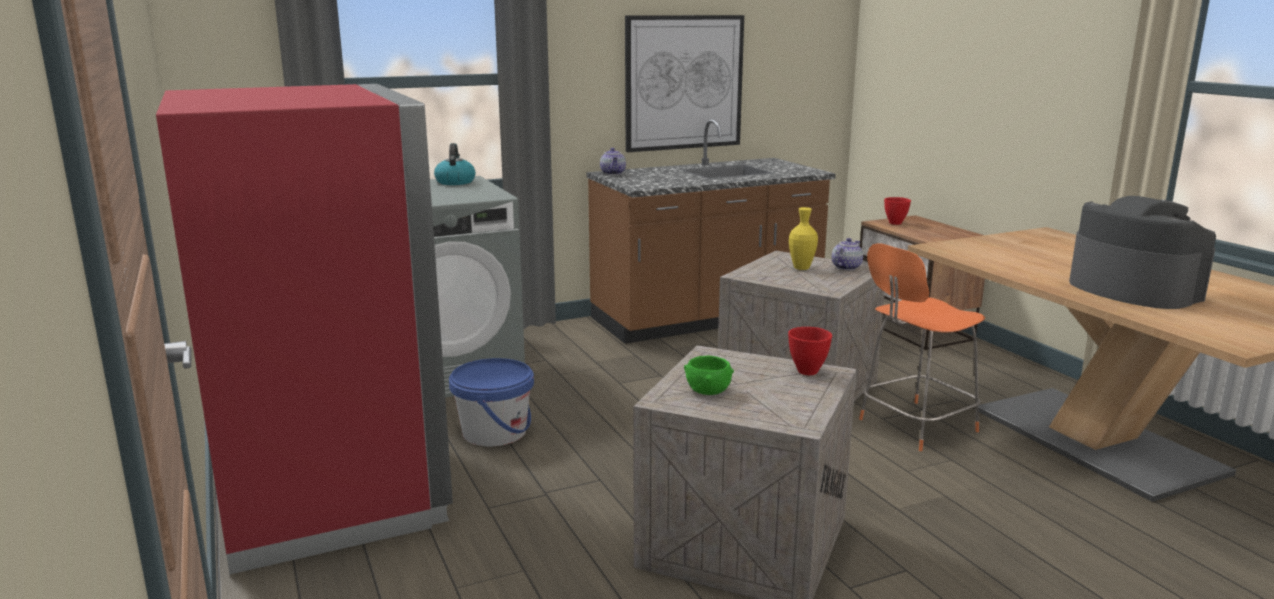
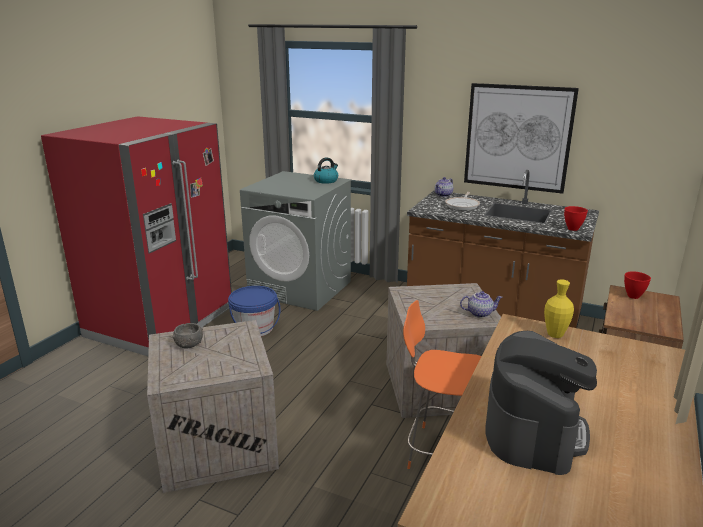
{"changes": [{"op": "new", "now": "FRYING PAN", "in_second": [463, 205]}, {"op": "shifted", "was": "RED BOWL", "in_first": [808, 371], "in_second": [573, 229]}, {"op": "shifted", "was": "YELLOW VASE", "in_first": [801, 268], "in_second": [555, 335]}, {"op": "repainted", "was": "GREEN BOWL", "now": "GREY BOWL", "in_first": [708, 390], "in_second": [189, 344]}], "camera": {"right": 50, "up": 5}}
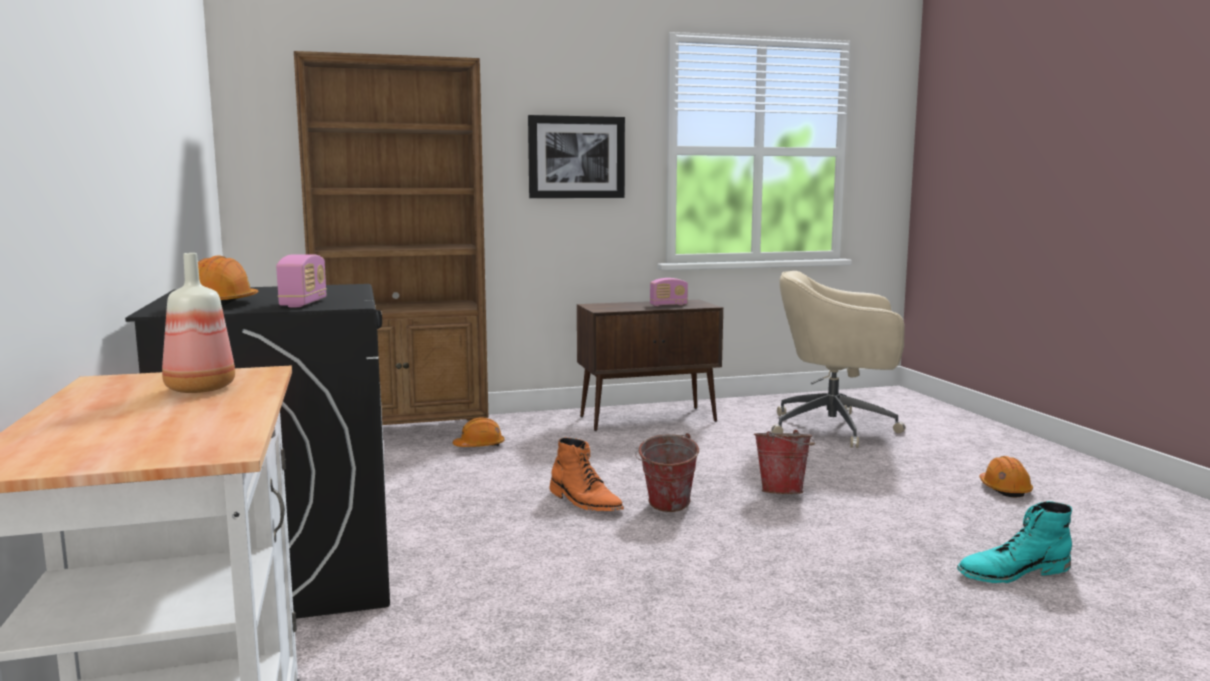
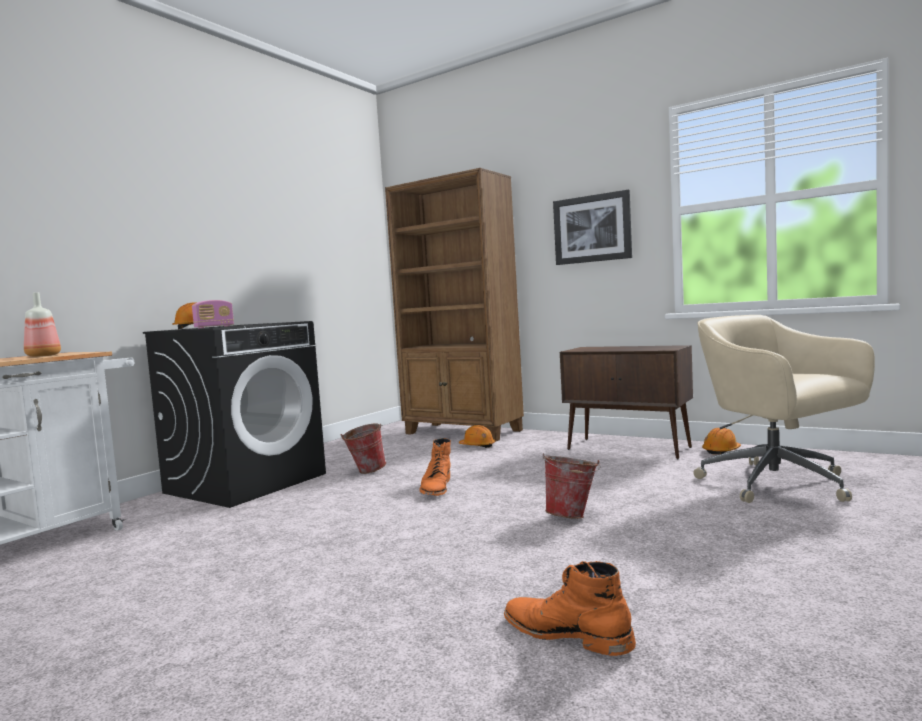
{"changes": [{"op": "gone", "was": "RADIO", "in_first": [668, 305]}, {"op": "shifted", "was": "BUCKET", "in_first": [666, 508], "in_second": [365, 471]}, {"op": "shifted", "was": "ORANGE HARD HAT", "in_first": [1004, 489], "in_second": [721, 451]}, {"op": "repainted", "was": "TURQUOISE BOOT", "now": "ORANGE BOOT", "in_first": [1012, 572], "in_second": [566, 634]}], "camera": {"right": 50, "up": -5}}
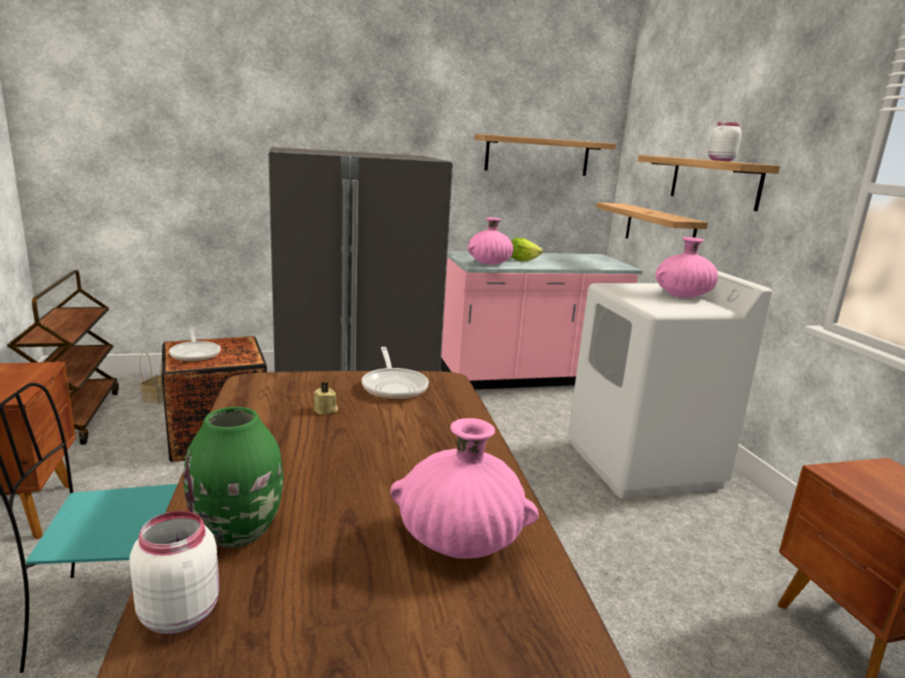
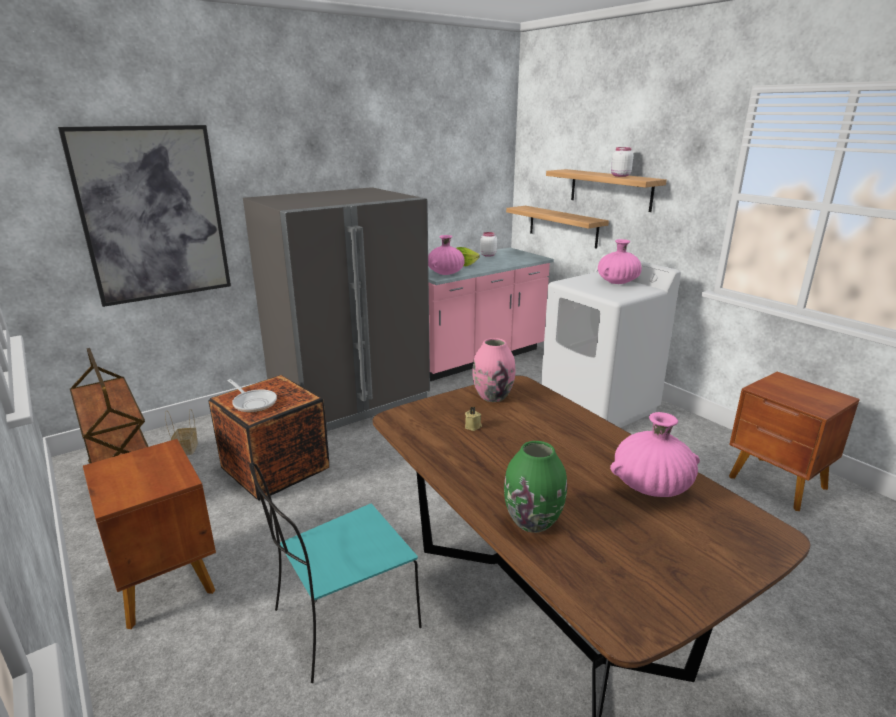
{"changes": [{"op": "gone", "was": "SHELF", "in_first": [537, 156]}, {"op": "new", "now": "PICTURE", "in_second": [153, 214]}, {"op": "shifted", "was": "WHITE JAR", "in_first": [180, 612], "in_second": [487, 255]}, {"op": "swapped", "was": "FRYING PAN", "now": "PINK VASE", "in_first": [394, 386], "in_second": [493, 396]}], "camera": {"right": -20, "up": 5}}
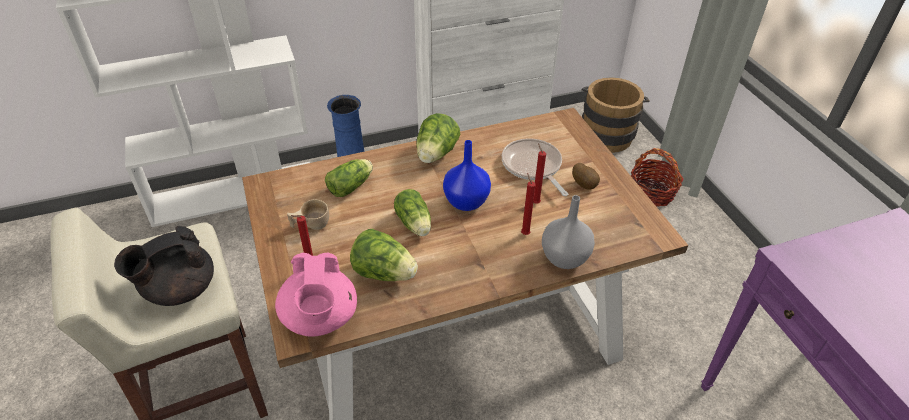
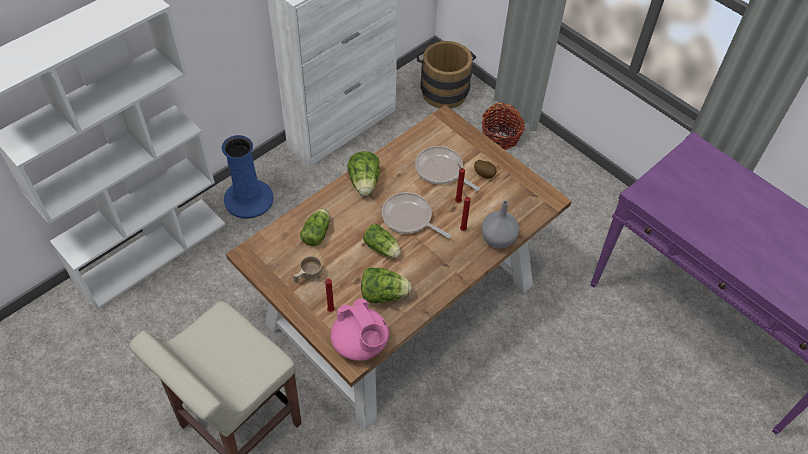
{"changes": [{"op": "gone", "was": "BLACK TEAPOT", "in_first": [179, 289]}, {"op": "swapped", "was": "BLUE VASE", "now": "FRYING PAN", "in_first": [466, 203], "in_second": [409, 218]}], "camera": {"right": -25, "up": 10}}
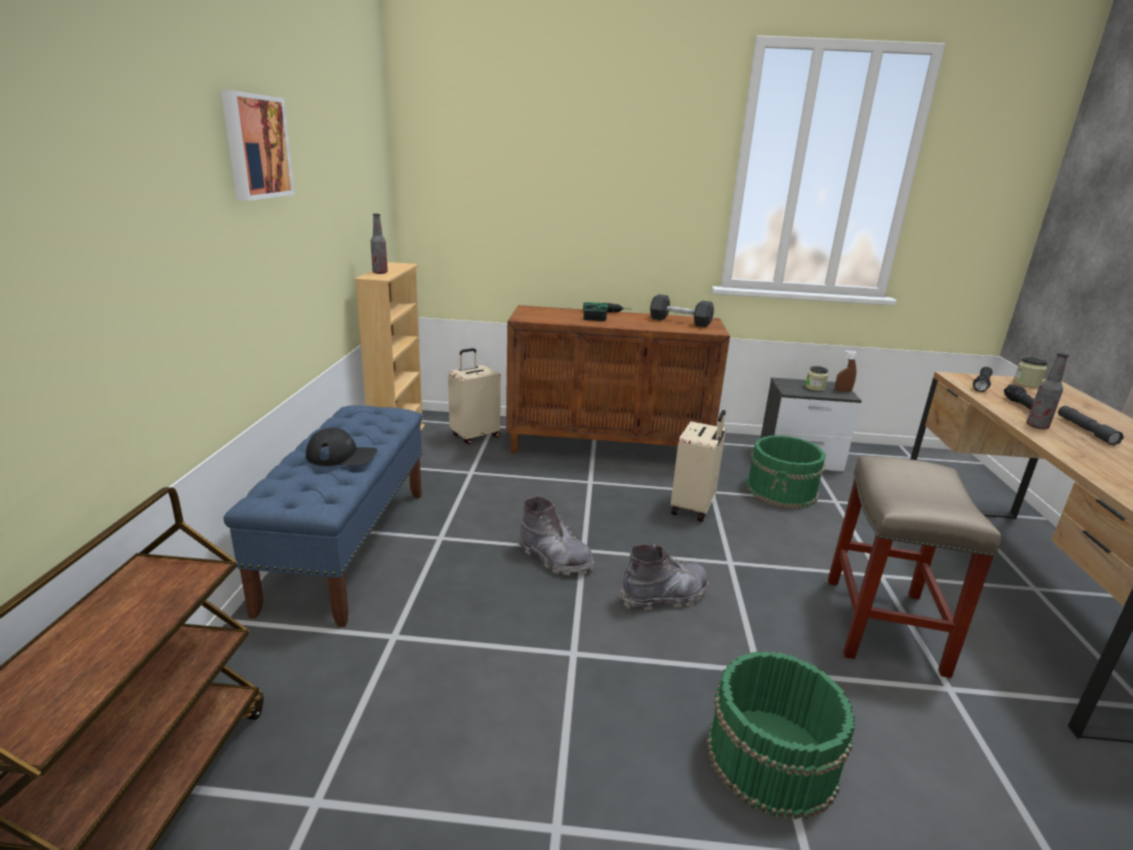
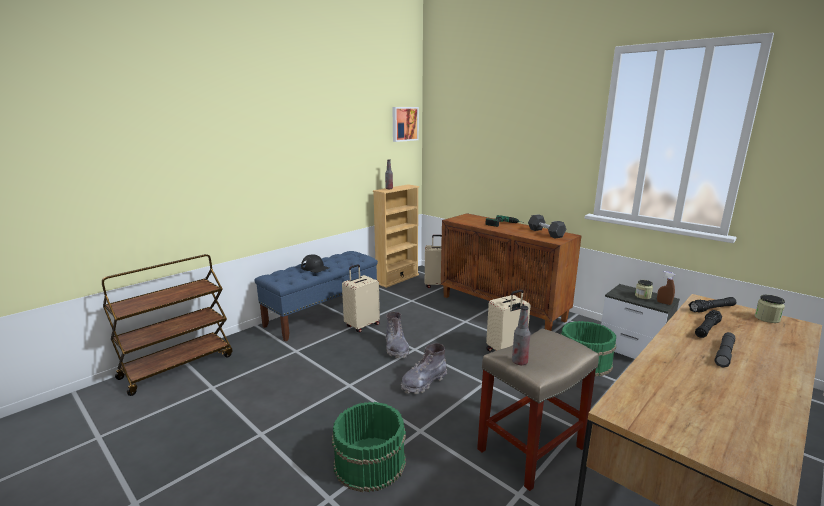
{"changes": [{"op": "new", "now": "BEIGE SUITCASE", "in_second": [362, 325]}, {"op": "shifted", "was": "PICTURE", "in_first": [255, 146], "in_second": [404, 124]}, {"op": "shifted", "was": "BOTTLE", "in_first": [1037, 426], "in_second": [519, 362]}, {"op": "rotated", "was": "GREY BOOT", "in_first": [664, 596], "in_second": [423, 382], "clockwise": 120}], "camera": {"right": 40, "up": -5}}
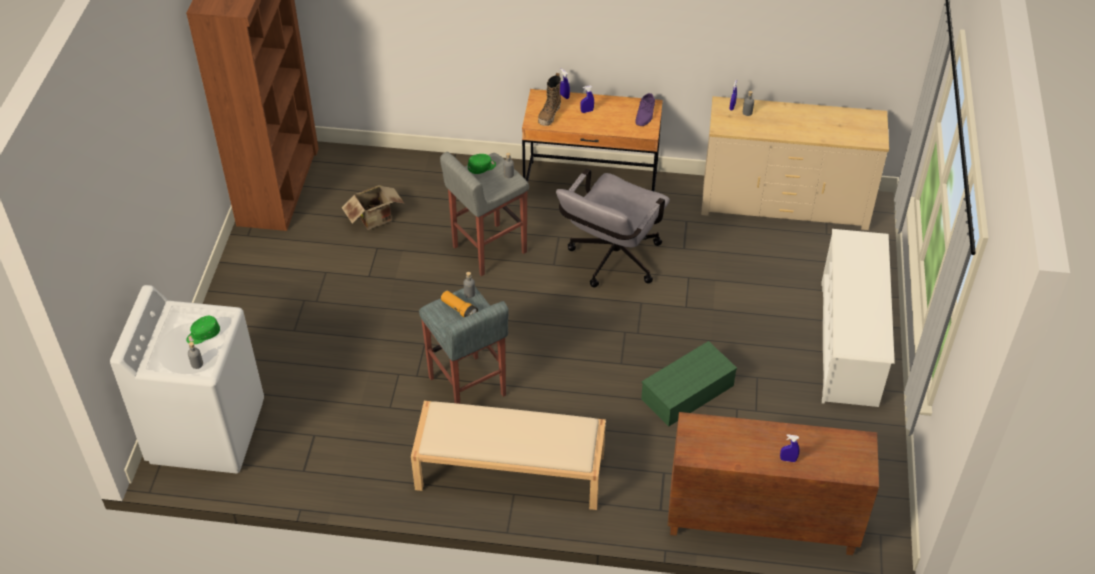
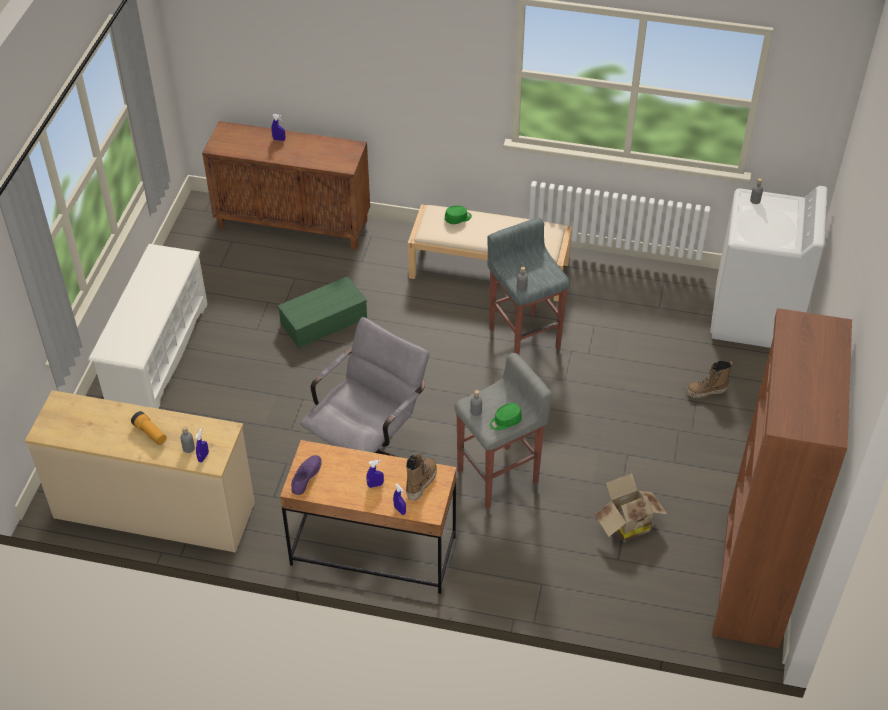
{"changes": [{"op": "new", "now": "BOOT", "in_second": [706, 392]}, {"op": "shifted", "was": "GREEN CAP", "in_first": [203, 335], "in_second": [458, 218]}, {"op": "shifted", "was": "FLASHLIGHT", "in_first": [459, 310], "in_second": [150, 433]}], "camera": {"right": -175, "up": 0}}
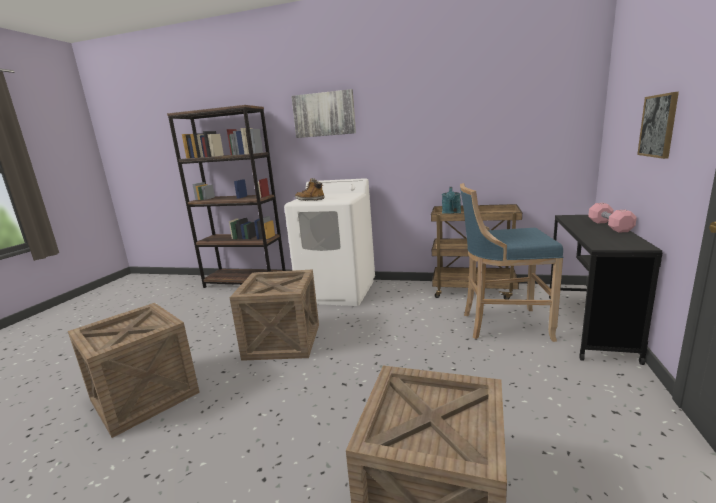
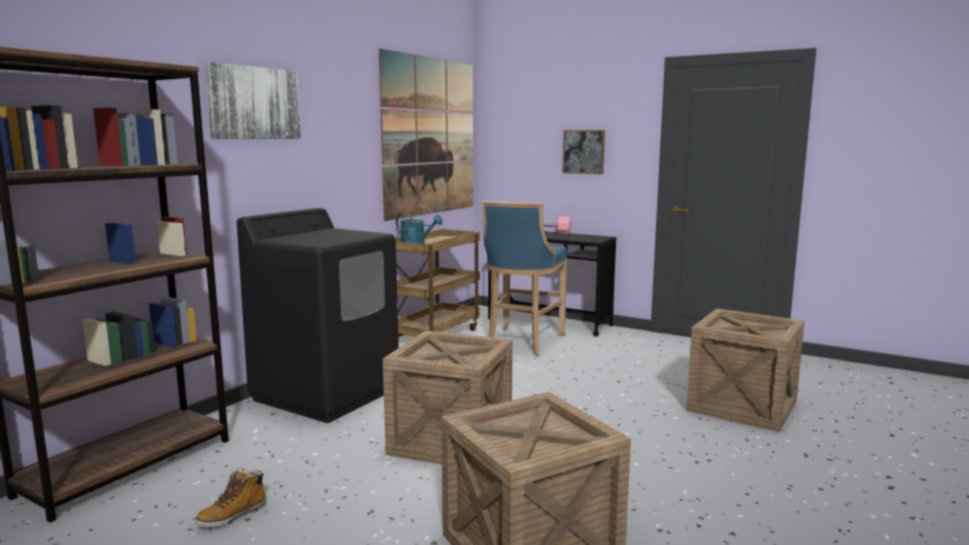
{"changes": [{"op": "new", "now": "PICTURE", "in_second": [430, 136]}, {"op": "shifted", "was": "BOOT", "in_first": [310, 200], "in_second": [232, 515]}, {"op": "repainted", "was": "WHITE WASHING MACHINE", "now": "BLACK WASHING MACHINE", "in_first": [338, 291], "in_second": [327, 393]}], "camera": {"right": -75, "up": -5}}
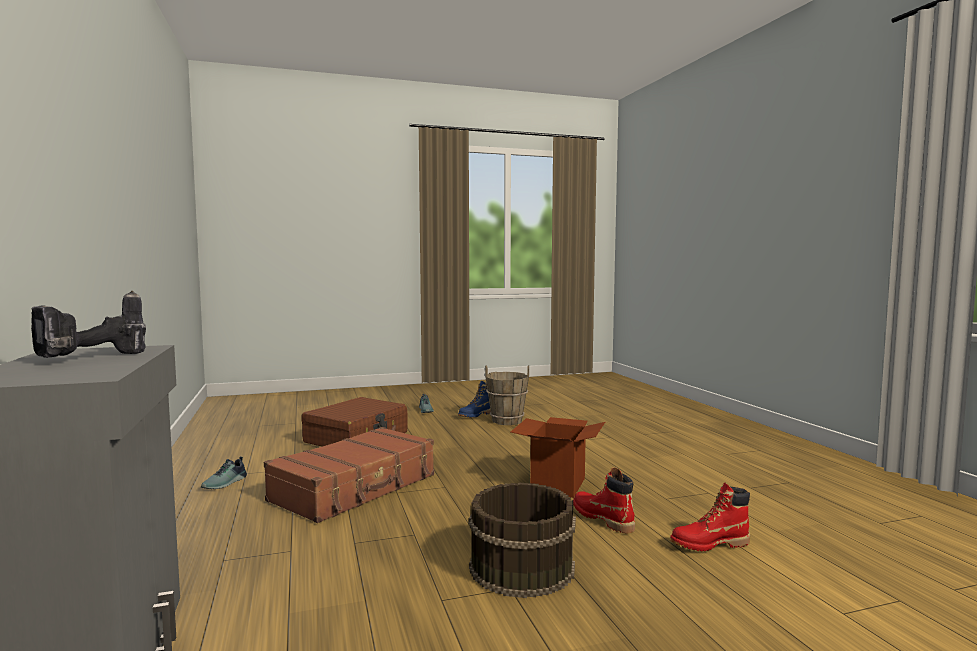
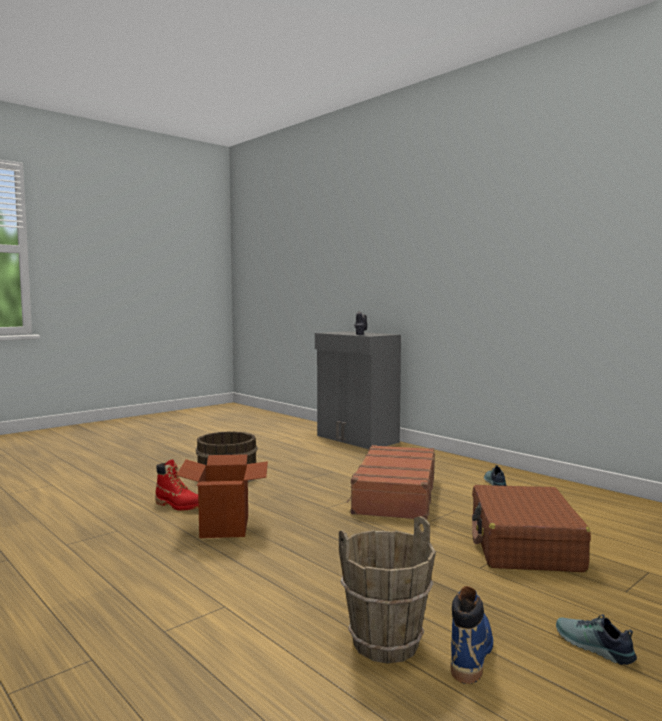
{"changes": [{"op": "gone", "was": "RED BOOT", "in_first": [709, 544]}], "camera": {"right": 155, "up": 0}}
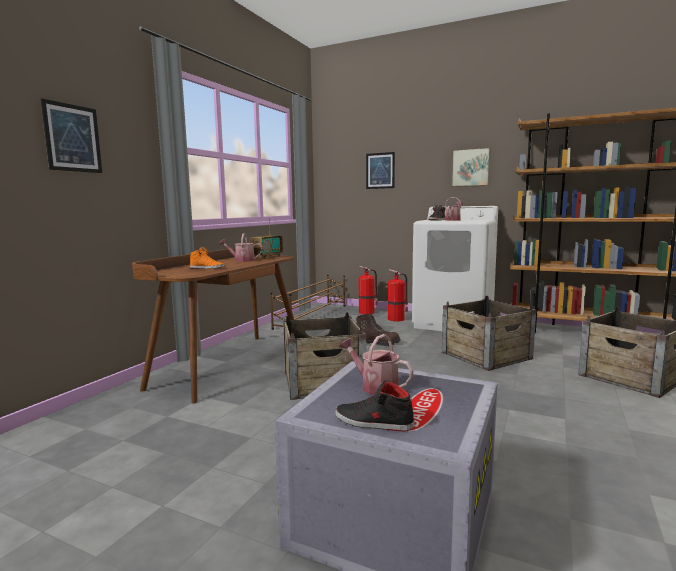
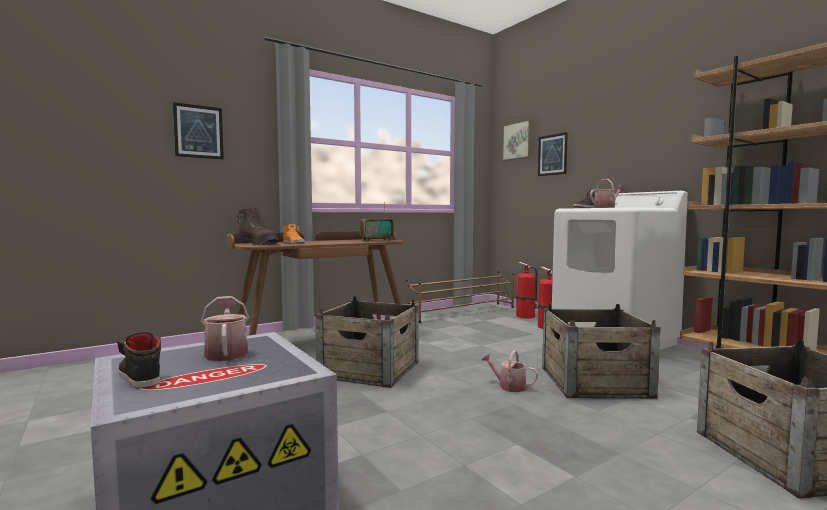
{"changes": [{"op": "shifted", "was": "WATERING CAN", "in_first": [242, 260], "in_second": [508, 386]}, {"op": "shifted", "was": "BROWN BOOT", "in_first": [378, 343], "in_second": [258, 244]}, {"op": "shifted", "was": "PICTURE", "in_first": [470, 167], "in_second": [518, 141]}], "camera": {"right": 30, "up": -5}}
